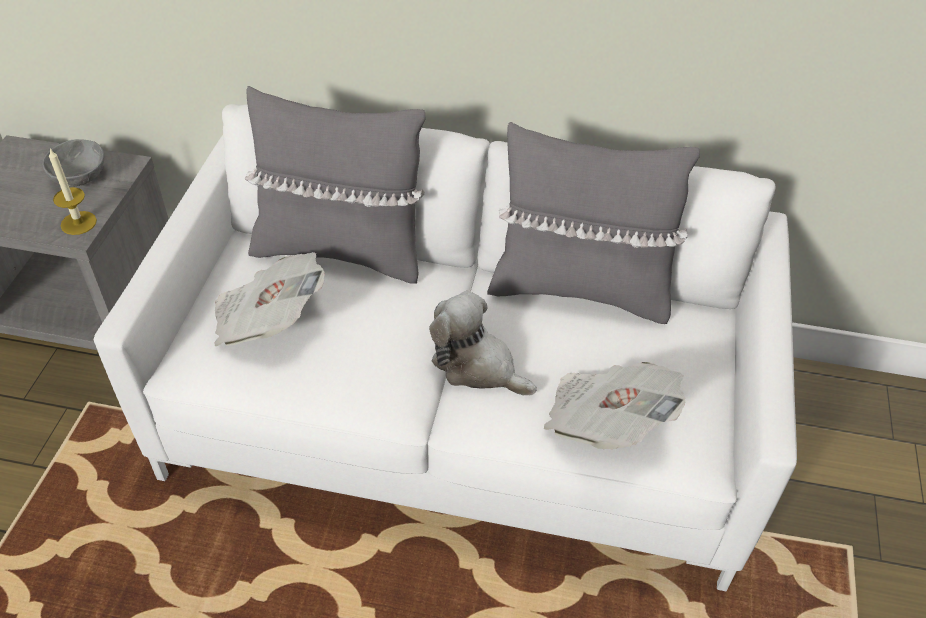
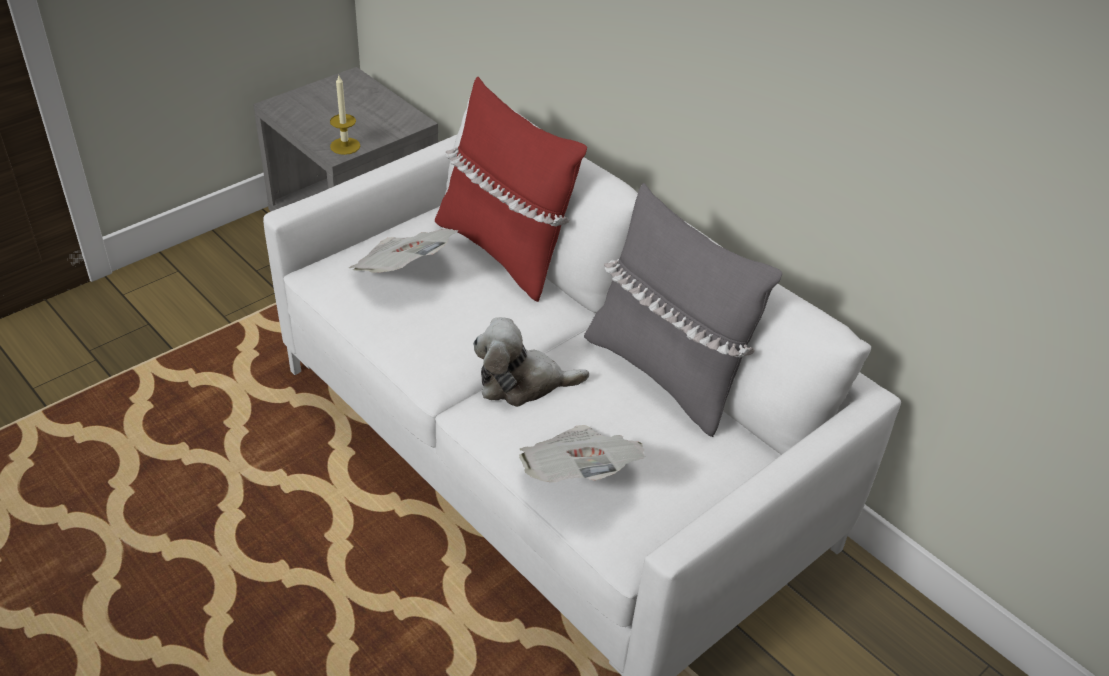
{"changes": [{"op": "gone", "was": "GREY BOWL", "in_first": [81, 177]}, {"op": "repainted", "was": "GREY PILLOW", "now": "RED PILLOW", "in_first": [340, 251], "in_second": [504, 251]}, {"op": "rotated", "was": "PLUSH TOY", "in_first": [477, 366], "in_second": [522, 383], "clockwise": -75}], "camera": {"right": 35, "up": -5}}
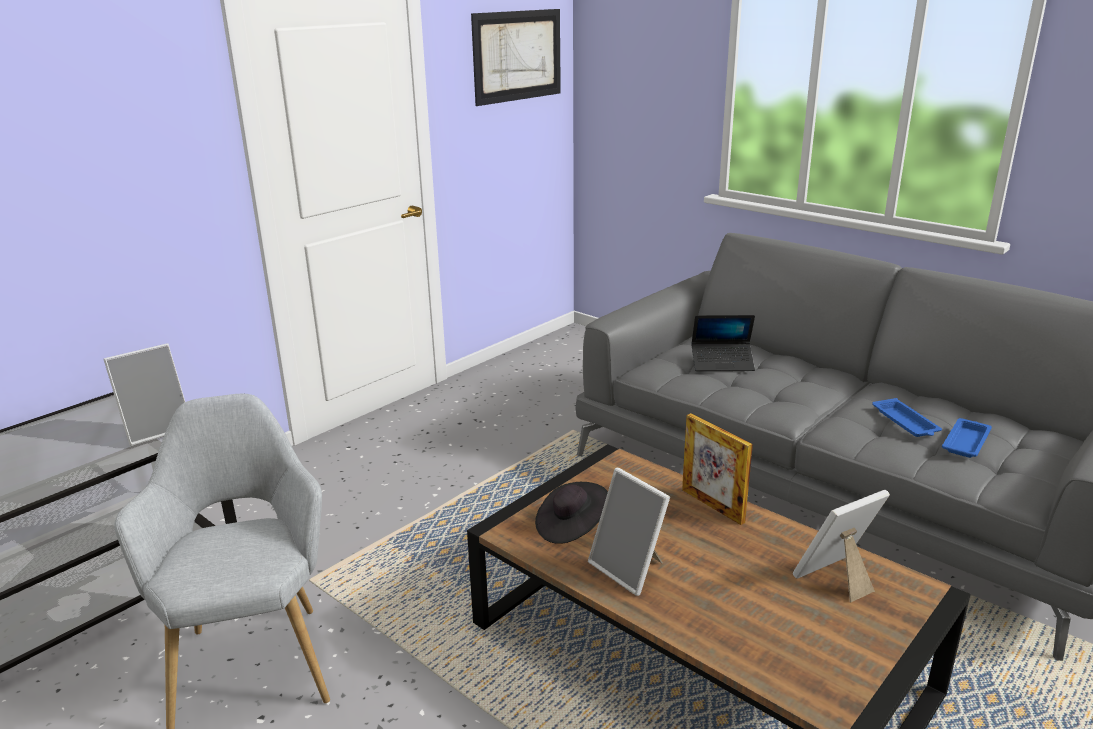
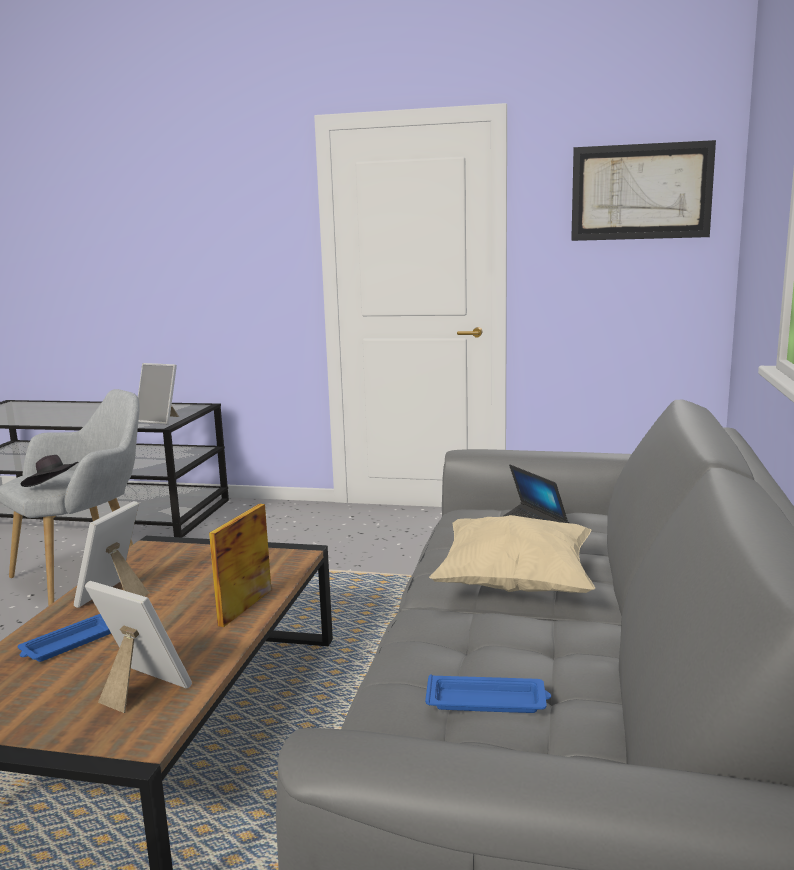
{"changes": [{"op": "new", "now": "BEIGE PILLOW", "in_second": [515, 585]}, {"op": "shifted", "was": "BLACK HAT", "in_first": [571, 527], "in_second": [53, 488]}, {"op": "shifted", "was": "BLUE TRAY", "in_first": [906, 422], "in_second": [69, 643]}], "camera": {"right": 60, "up": -10}}
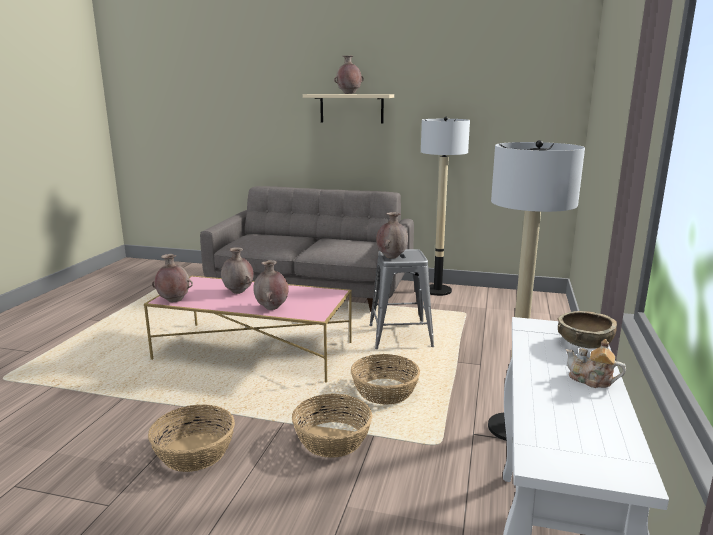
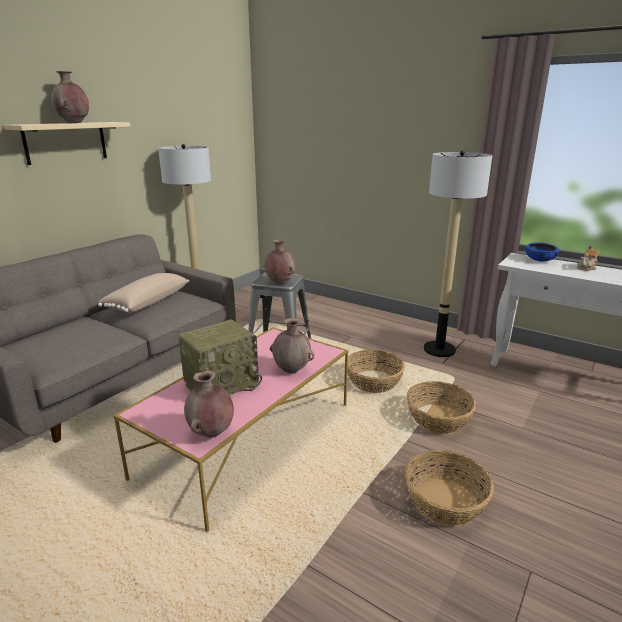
{"changes": [{"op": "new", "now": "BEIGE PILLOW", "in_second": [146, 302]}, {"op": "swapped", "was": "BROWN VASE", "now": "RADIO", "in_first": [238, 292], "in_second": [222, 384]}, {"op": "repainted", "was": "BROWN BOWL", "now": "BLUE BOWL", "in_first": [584, 344], "in_second": [540, 260]}], "camera": {"right": -70, "up": 5}}
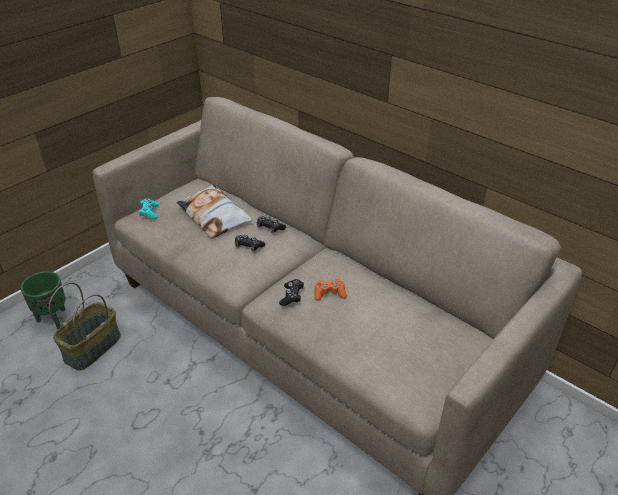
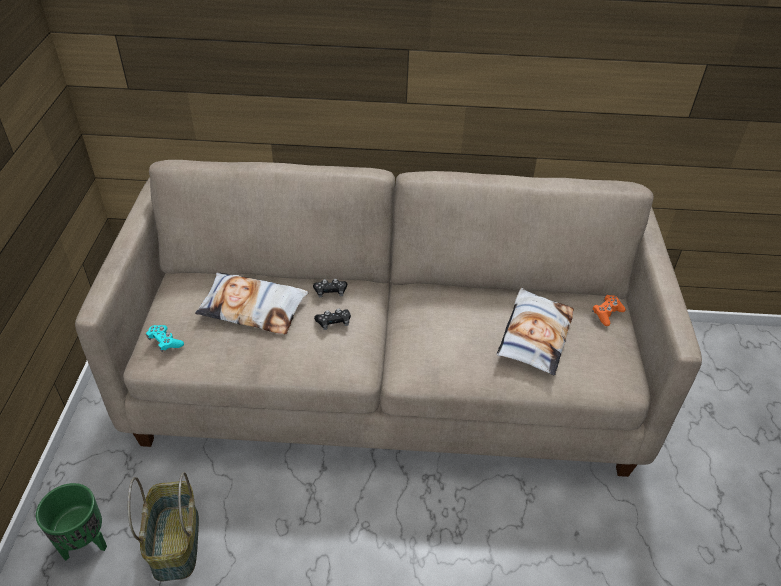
{"changes": [{"op": "gone", "was": "BLACK GAME CONTROLLER", "in_first": [292, 296]}, {"op": "new", "now": "PILLOW", "in_second": [534, 336]}, {"op": "shifted", "was": "ORANGE GAME CONTROLLER", "in_first": [329, 293], "in_second": [607, 314]}], "camera": {"right": -40, "up": 5}}
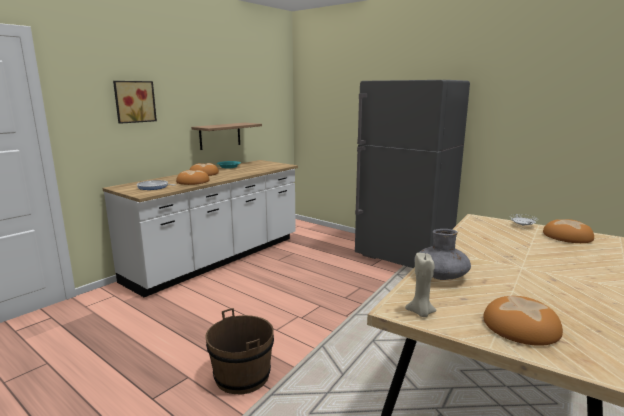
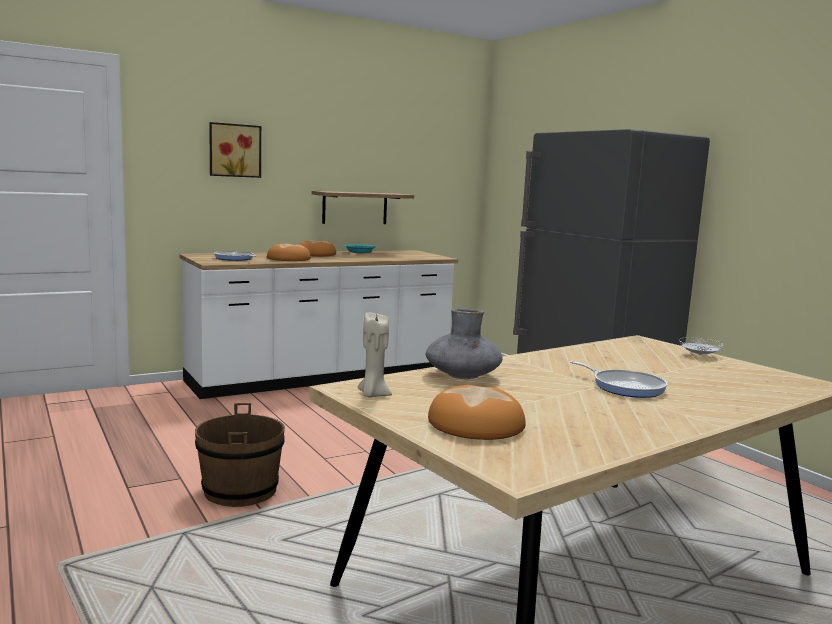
{"changes": [{"op": "gone", "was": "BREAD", "in_first": [568, 236]}, {"op": "new", "now": "FRYING PAN", "in_second": [625, 387]}], "camera": {"right": 20, "up": -5}}
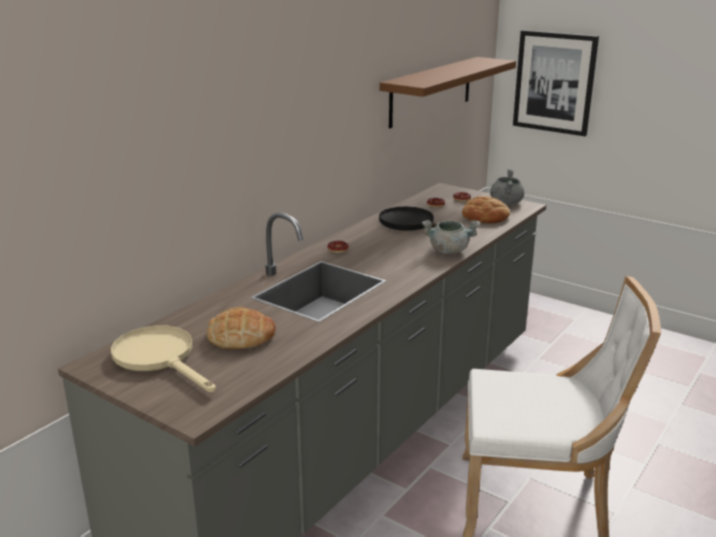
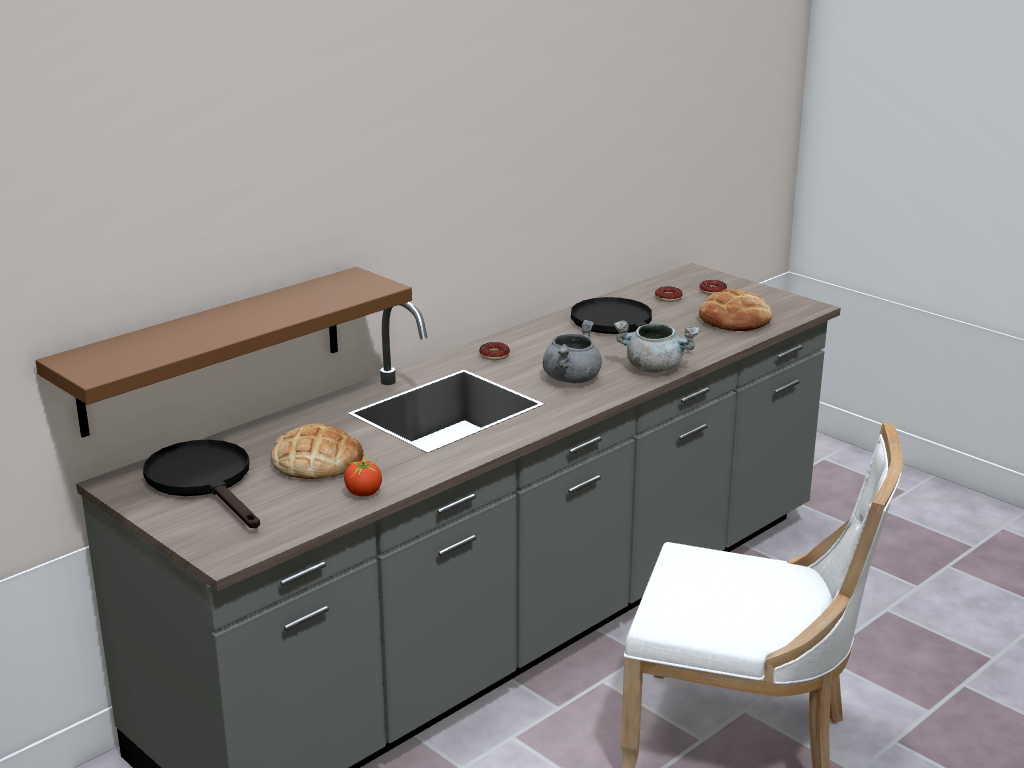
{"changes": [{"op": "gone", "was": "PICTURE", "in_first": [554, 82]}, {"op": "new", "now": "TOMATO", "in_second": [363, 493]}, {"op": "shifted", "was": "BROWN SHELF", "in_first": [431, 91], "in_second": [213, 350]}, {"op": "shifted", "was": "GREY COOKING POT", "in_first": [506, 202], "in_second": [571, 378]}, {"op": "repainted", "was": "BEIGE FRYING PAN", "now": "BLACK FRYING PAN", "in_first": [160, 358], "in_second": [205, 481]}], "camera": {"right": 10, "up": 0}}
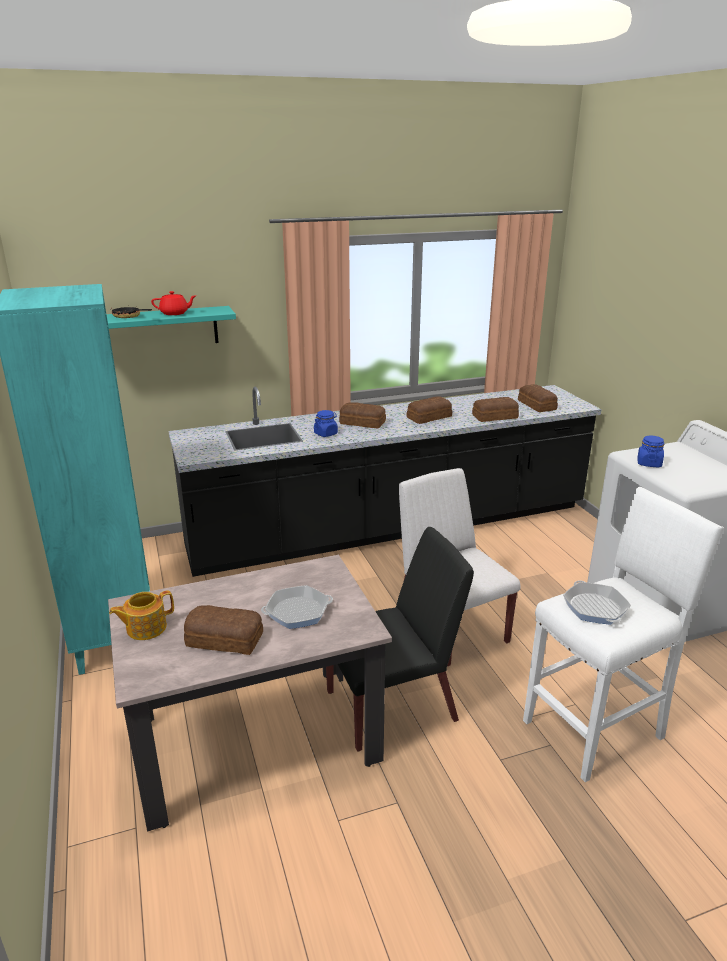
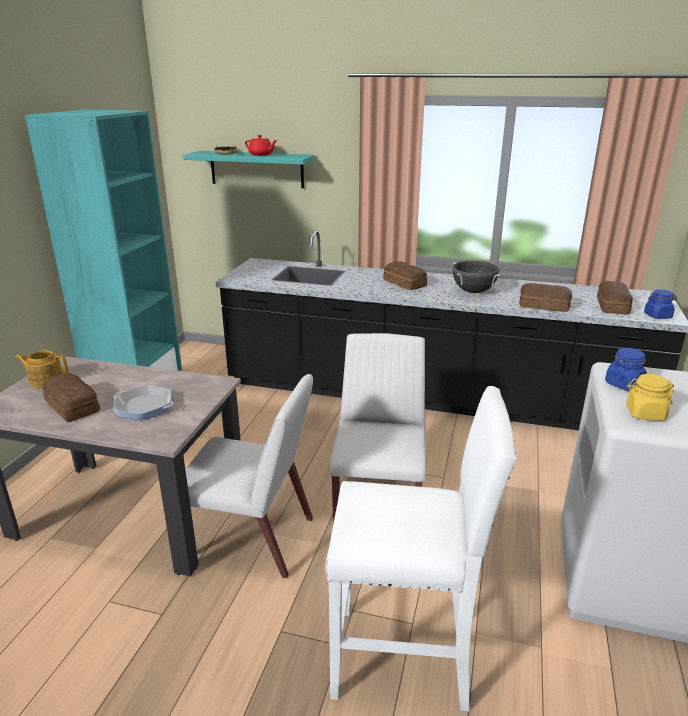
{"changes": [{"op": "gone", "was": "FRYING PAN", "in_first": [595, 608]}, {"op": "new", "now": "YELLOW JAR", "in_second": [644, 413]}, {"op": "shifted", "was": "BLUE JAR", "in_first": [326, 434], "in_second": [657, 316]}, {"op": "swapped", "was": "BREAD", "now": "BLACK COOKING POT", "in_first": [428, 417], "in_second": [473, 291]}, {"op": "repainted", "was": "BLACK CHAIR", "now": "WHITE CHAIR", "in_first": [393, 705], "in_second": [252, 538]}], "camera": {"right": 35, "up": 0}}
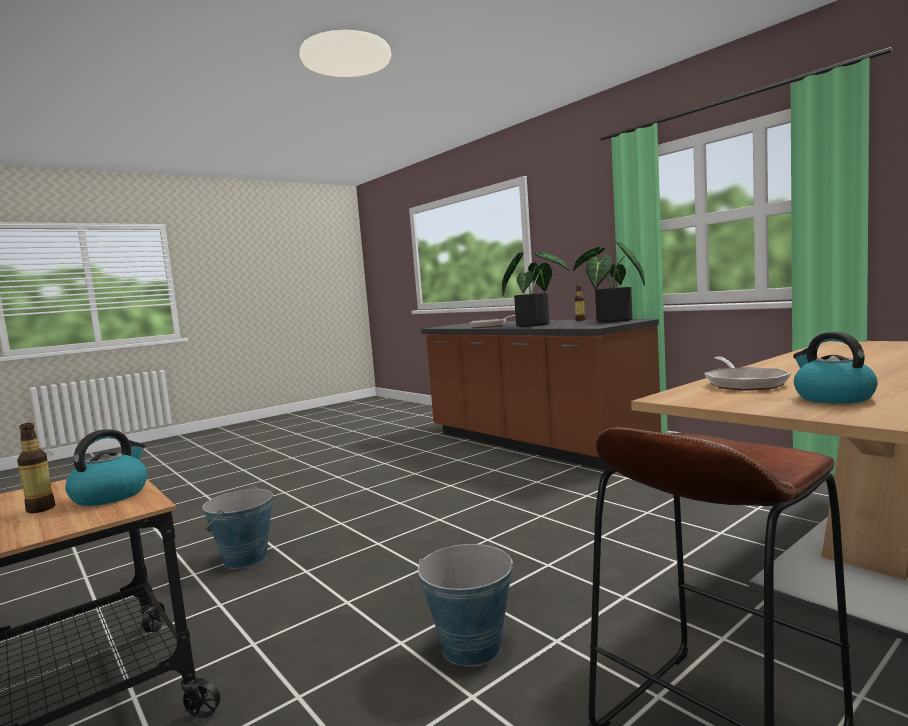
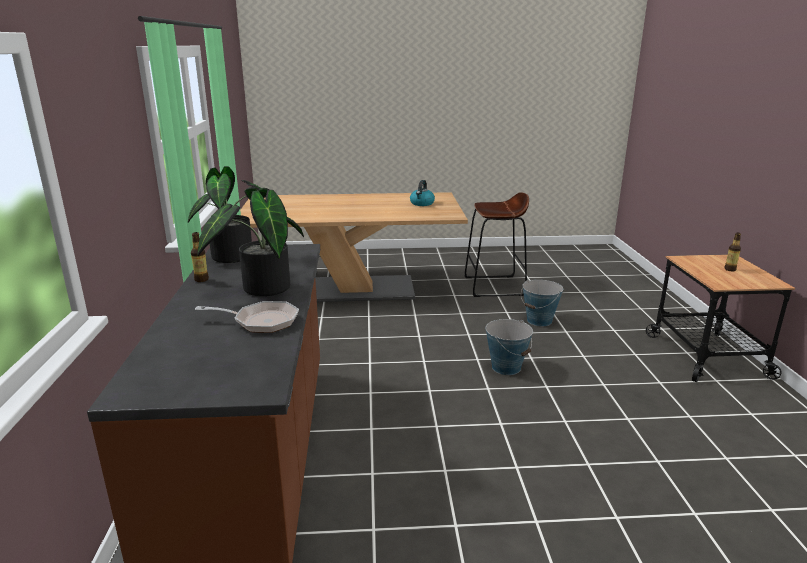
{"changes": [{"op": "gone", "was": "KETTLE", "in_first": [111, 495]}, {"op": "gone", "was": "FRYING PAN", "in_first": [743, 383]}, {"op": "shifted", "was": "BUCKET", "in_first": [245, 559], "in_second": [506, 367]}], "camera": {"right": -145, "up": 15}}
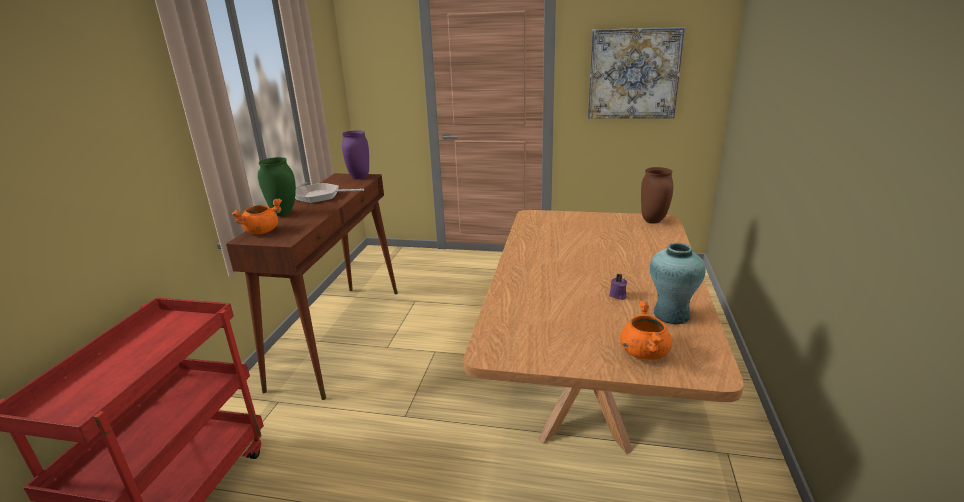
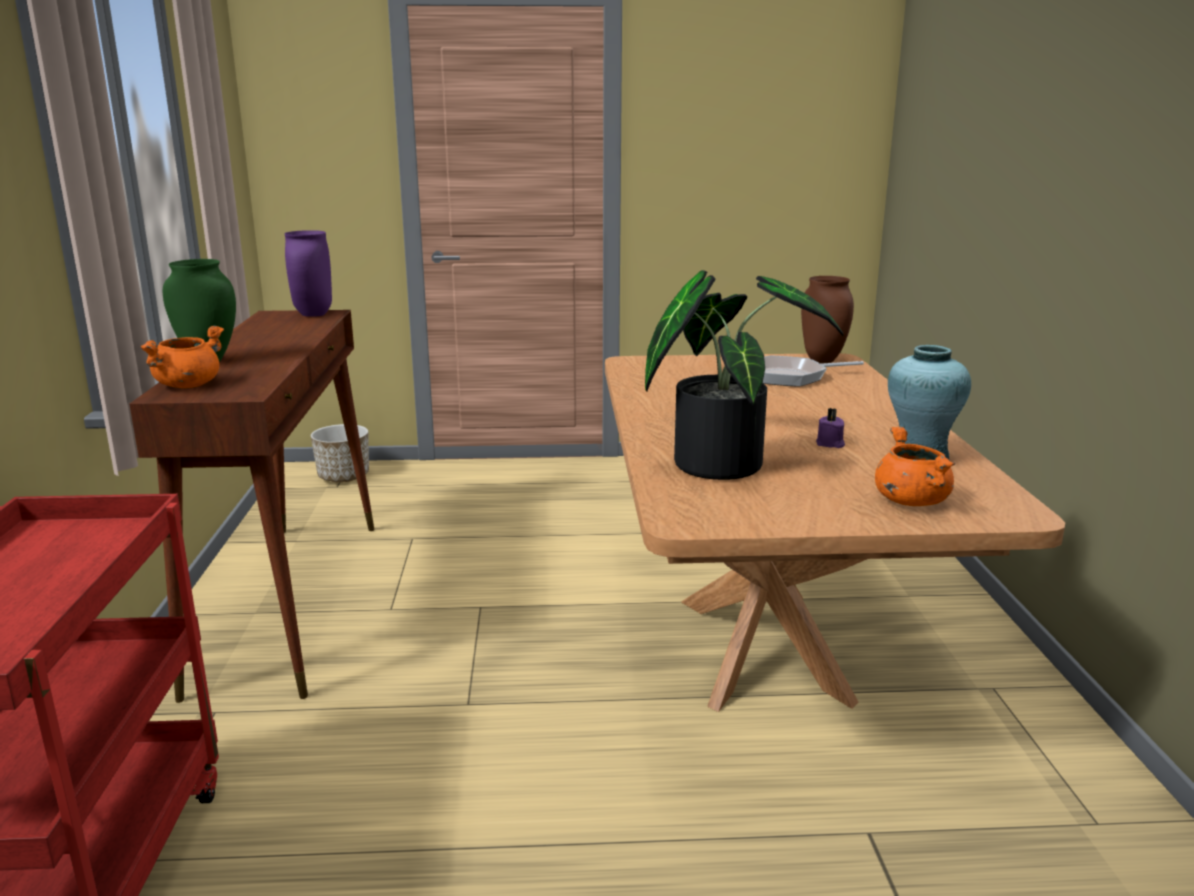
{"changes": [{"op": "gone", "was": "PICTURE", "in_first": [633, 74]}, {"op": "new", "now": "PLANTER", "in_second": [343, 476]}, {"op": "new", "now": "POTTED PLANT", "in_second": [721, 461]}, {"op": "shifted", "was": "FRYING PAN", "in_first": [321, 196], "in_second": [791, 377]}], "camera": {"right": -15, "up": -5}}
